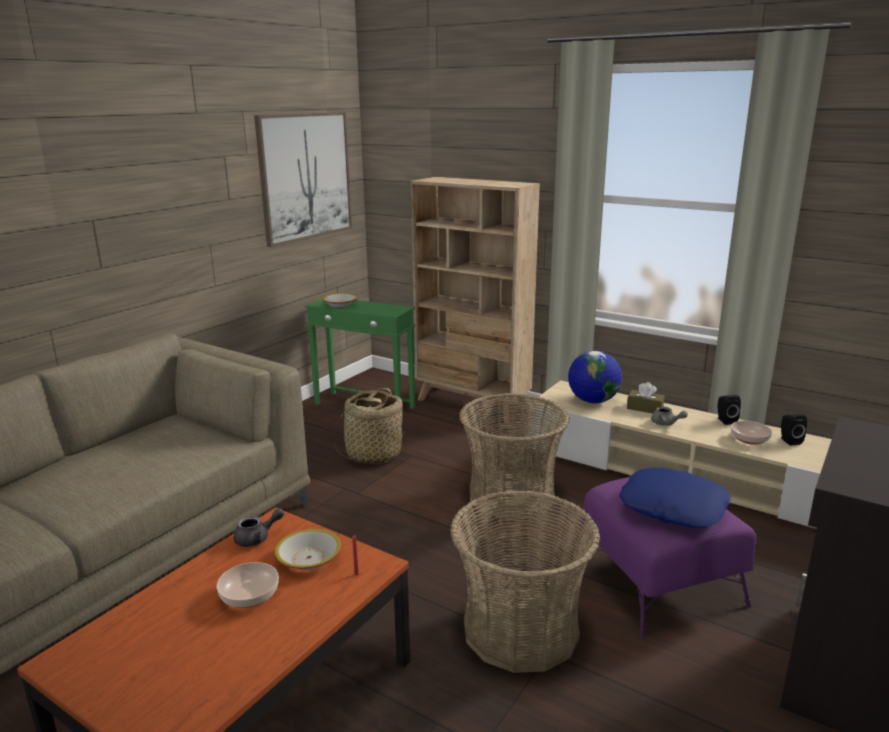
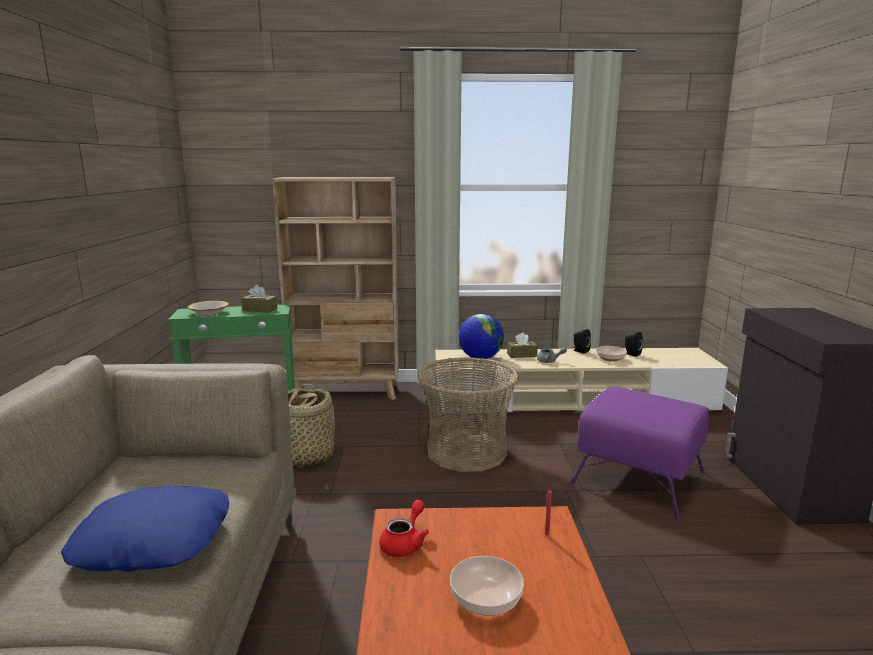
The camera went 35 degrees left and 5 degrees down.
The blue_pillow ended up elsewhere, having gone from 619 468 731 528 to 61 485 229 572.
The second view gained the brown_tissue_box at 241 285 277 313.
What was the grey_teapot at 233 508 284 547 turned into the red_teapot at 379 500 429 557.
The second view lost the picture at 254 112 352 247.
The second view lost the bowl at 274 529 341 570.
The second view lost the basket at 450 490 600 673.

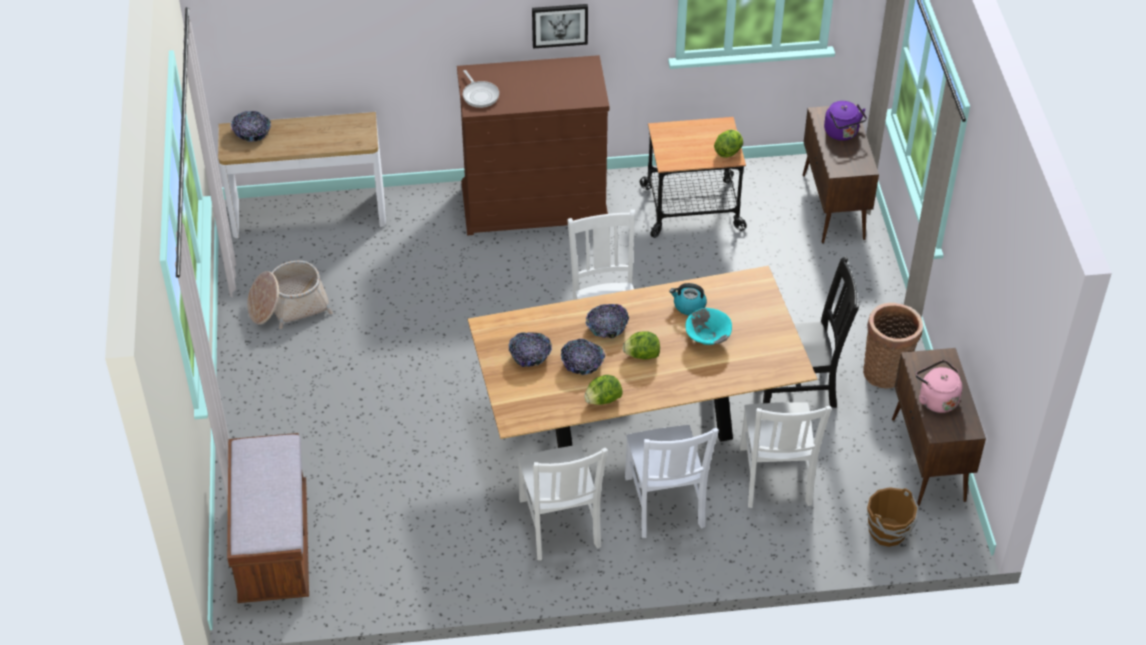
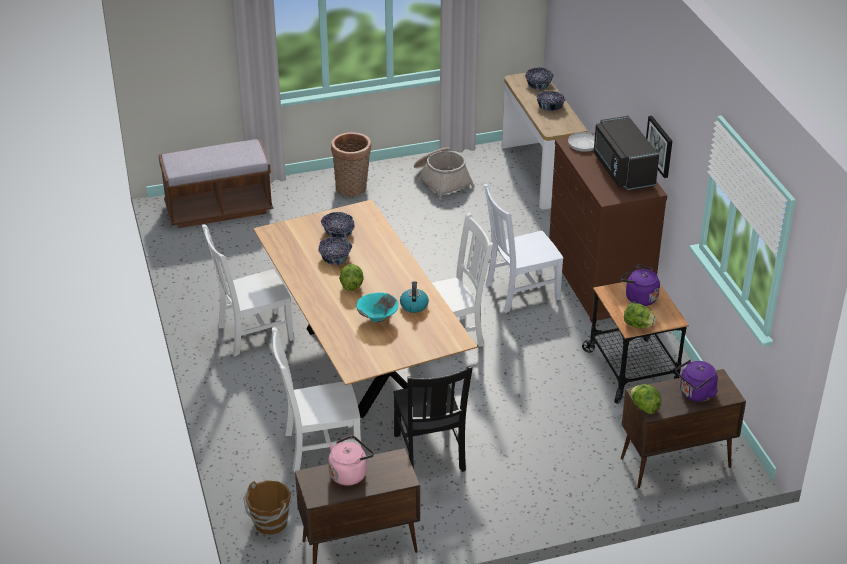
The camera went 80 degrees right and 10 degrees down.
The basket ended up elsewhere, having gone from 863 303 923 388 to 331 132 371 196.
The white_chair ended up elsewhere, having gone from 625 425 719 538 to 484 184 564 313.
The bowl ended up elsewhere, having gone from 585 304 629 338 to 536 91 566 111.
The second view gained the black_microwave at 594 116 659 190.
The second view gained the purple_kettle at 621 264 660 306.
The lettuce ended up elsewhere, having gone from 584 375 623 405 to 631 384 661 414.

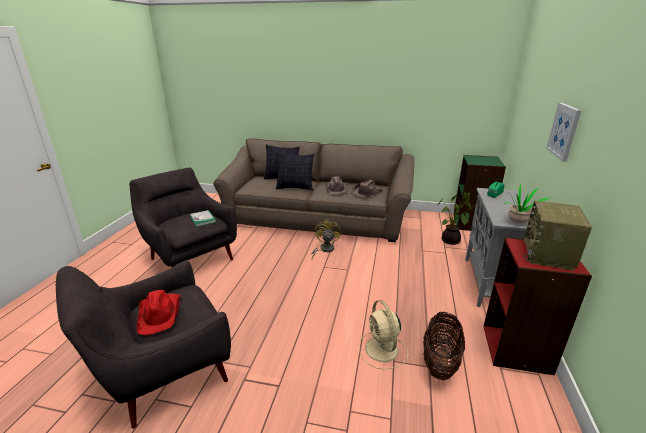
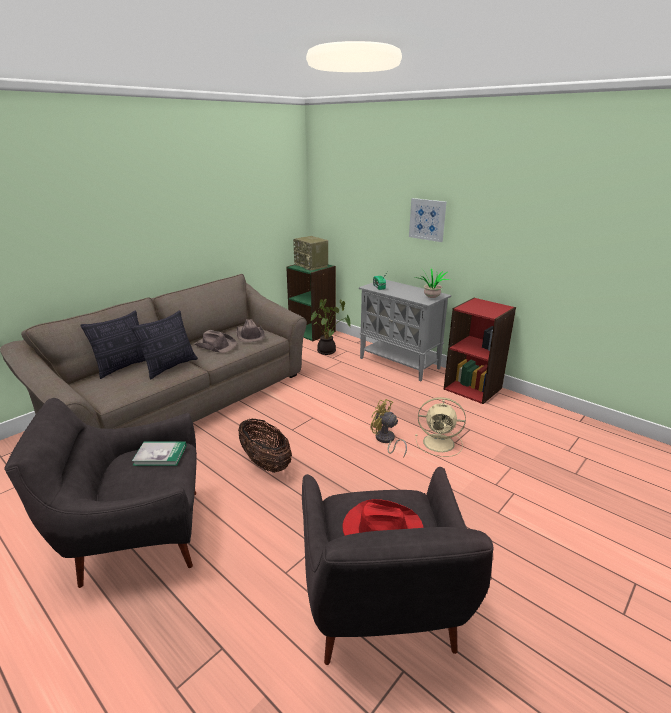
The camera went 60 degrees left and 0 degrees up.
The basket ended up elsewhere, having gone from 423 312 465 380 to 238 418 292 473.
The radio ended up elsewhere, having gone from 523 201 592 271 to 293 236 328 271.
The yellow_fan ended up elsewhere, having gone from 311 219 341 260 to 371 399 407 458.

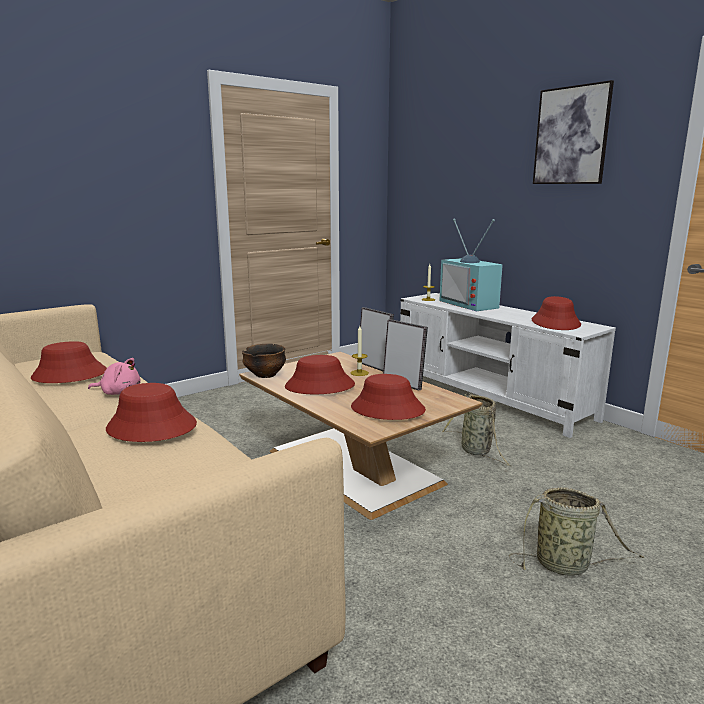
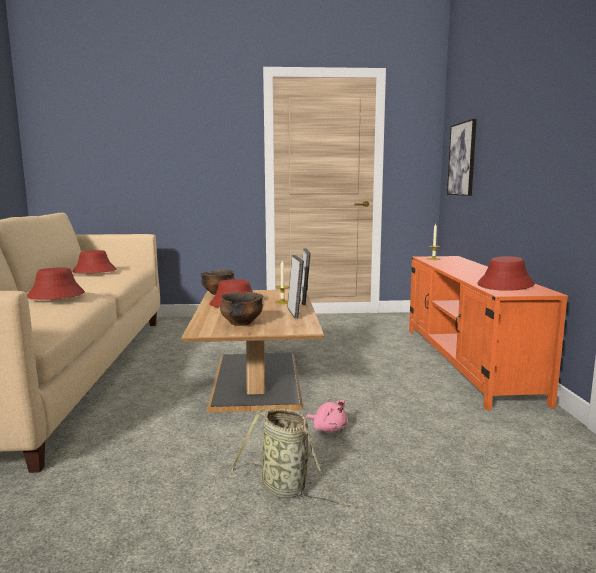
The camera went 35 degrees right and 5 degrees down.
Where the red_hat stood at 351 374 426 420, the bowl came to stand at 220 292 264 326.
The pink_plush_toy ended up elsewhere, having gone from 88 358 141 395 to 306 400 347 432.
What was the white_tv_stand at 400 293 616 438 turned into the orange_tv_stand at 409 256 568 410.
The picture ended up elsewhere, having gone from 533 80 614 184 to 447 119 477 196.
The second view lost the television at 440 219 503 311.
The second view lost the basket at 442 394 511 466.

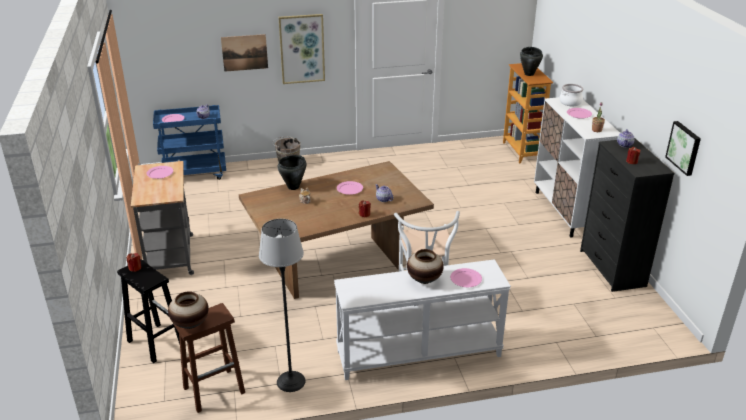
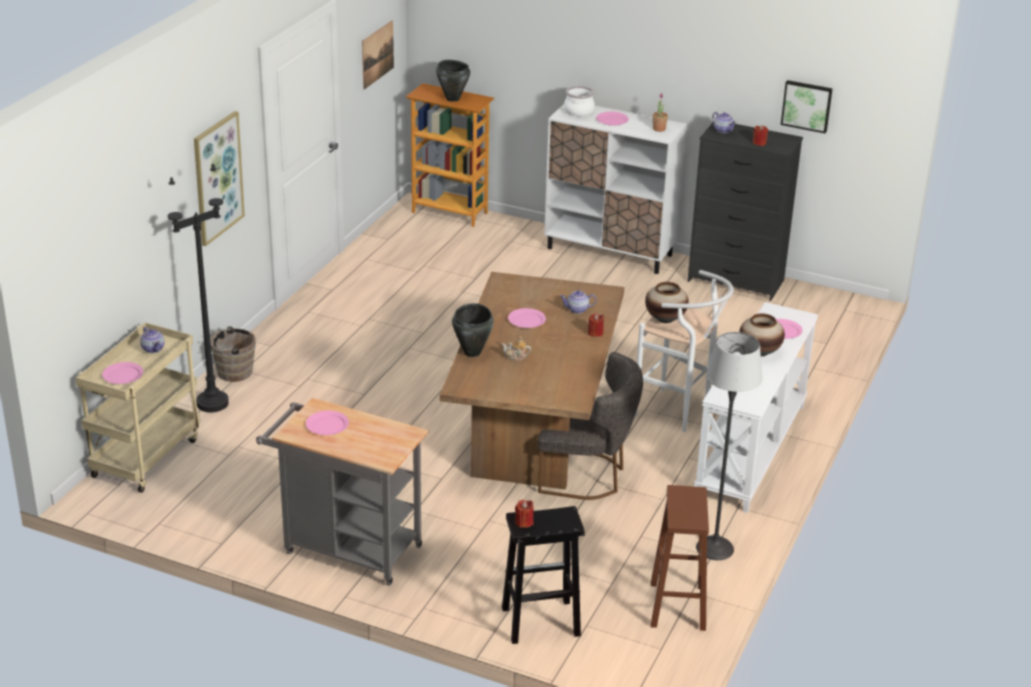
The camera went 55 degrees left and 0 degrees up.
What was the blue_cart at 153 105 226 180 turned into the beige_cart at 76 322 201 493.
The second view gained the black_floor_lamp at 168 164 229 412.
The picture ended up elsewhere, having gone from 221 34 268 72 to 362 20 394 90.
The second view gained the grey_chair at 538 352 643 500.
The vase ended up elsewhere, having gone from 168 291 209 329 to 645 282 689 323.

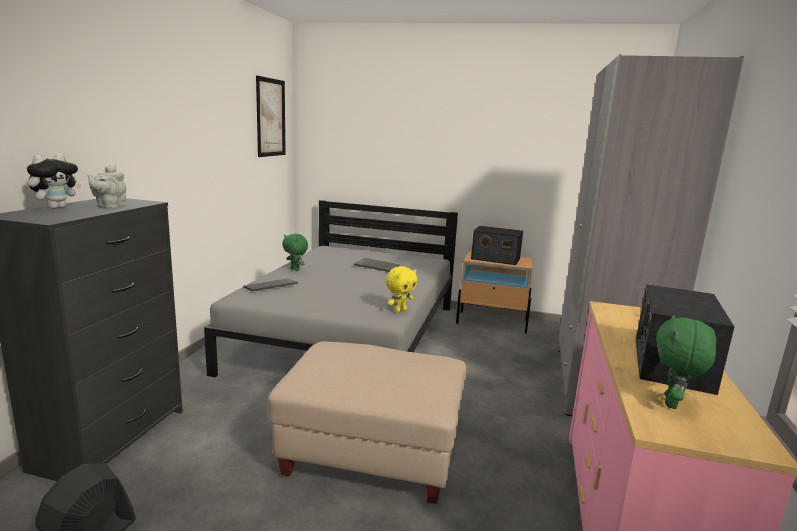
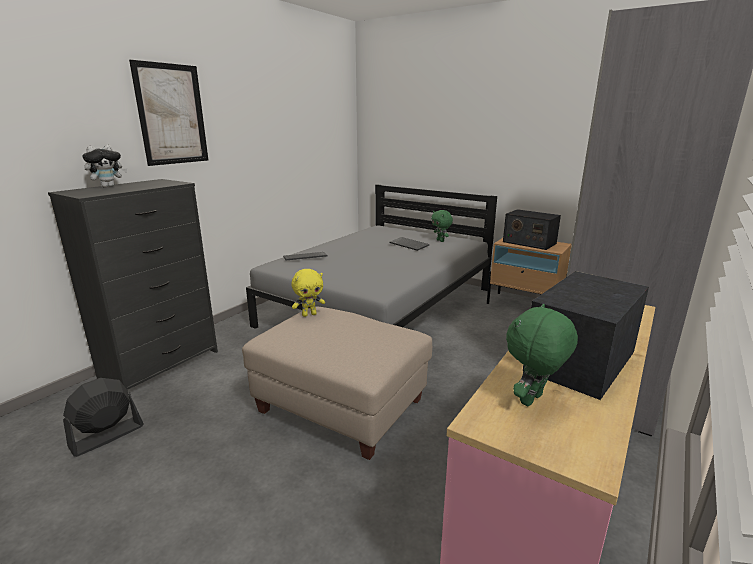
The camera went 20 degrees right and 5 degrees up.
The picture ended up elsewhere, having gone from 256 76 286 157 to 129 60 208 166.
The yellow_plush_toy ended up elsewhere, having gone from 386 266 417 313 to 292 269 325 317.
The green_plush_toy ended up elsewhere, having gone from 283 234 308 271 to 431 210 453 242.
The second view lost the grey_teapot at 88 165 126 209.

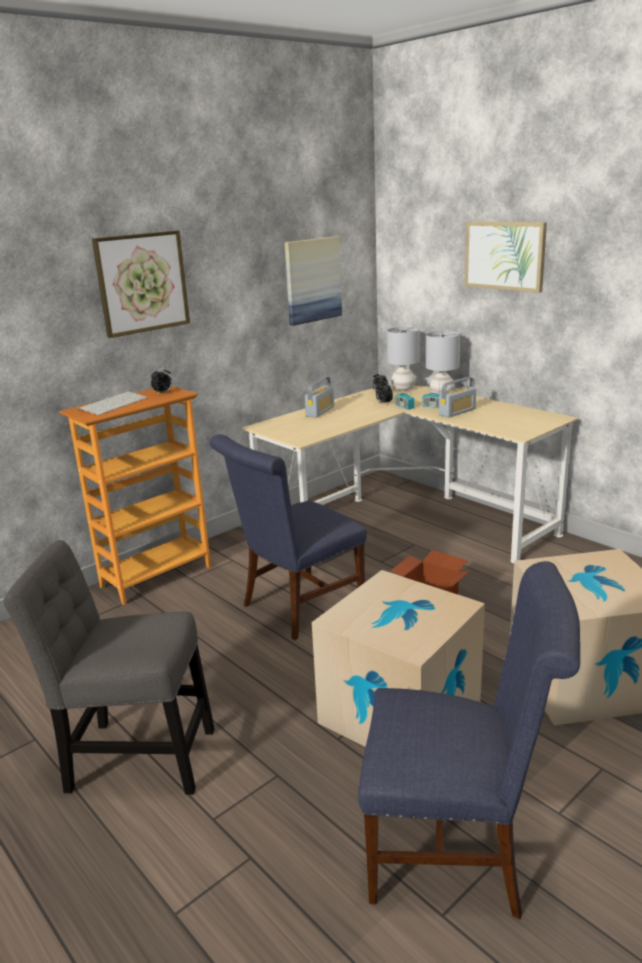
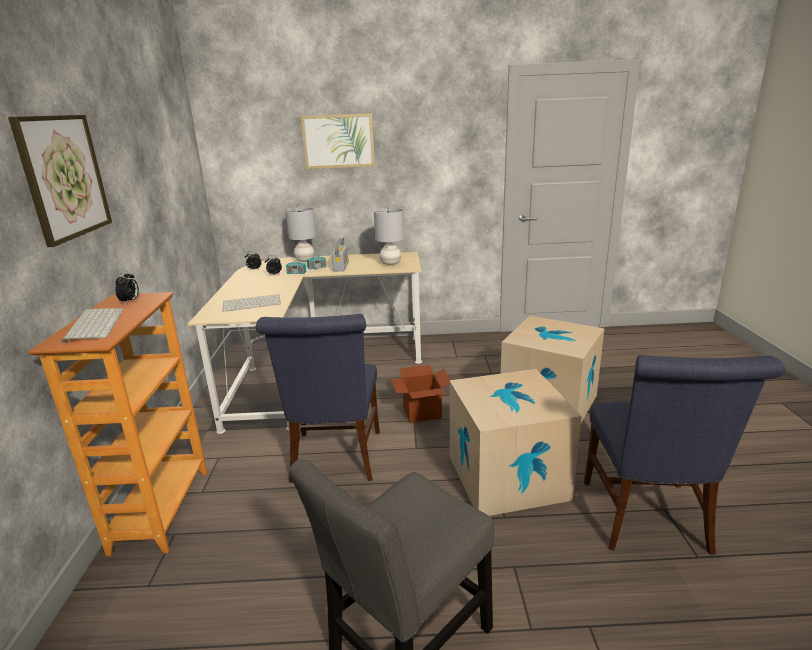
The camera went 50 degrees left and 0 degrees up.
The second view gained the keyboard at 223 294 281 312.
The grey_table_lamp ended up elsewhere, having gone from 387 327 420 391 to 374 208 404 265.
The blue_chair at 358 561 580 919 ended up facing another way, 135 degrees clockwise from before.
The second view lost the picture at 284 236 342 326.
The second view lost the radio at 305 377 334 417.

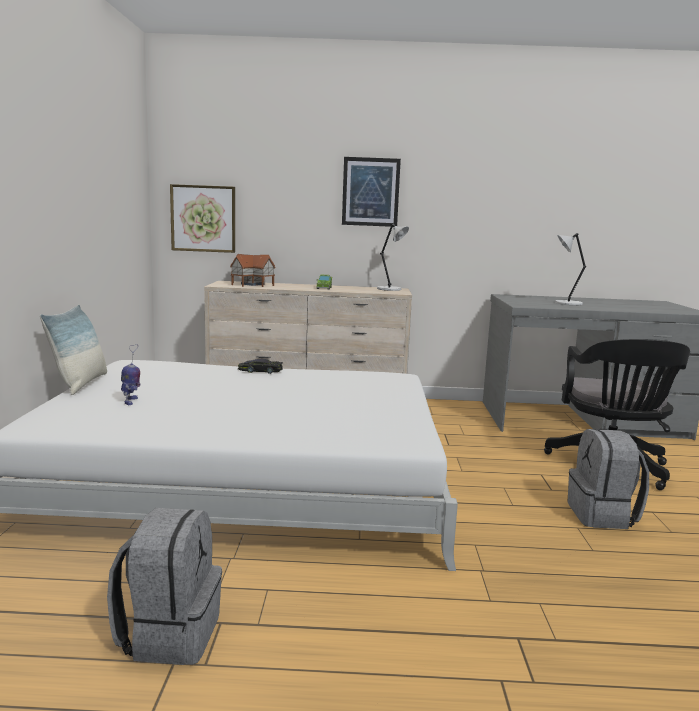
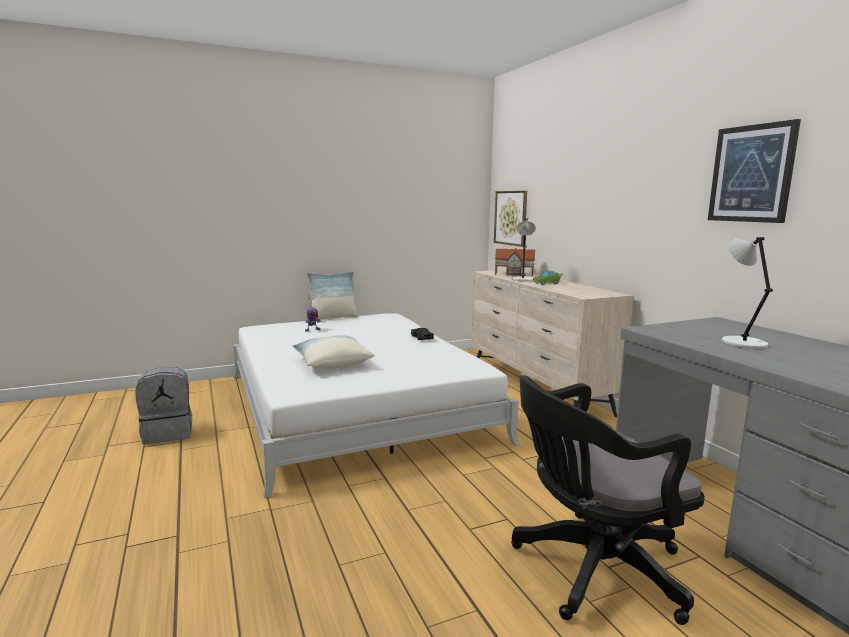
The camera went 65 degrees right and 0 degrees up.
The second view gained the pillow at 292 335 375 369.
The grey_table_lamp ended up elsewhere, having gone from 377 223 409 291 to 512 218 536 281.
The picture ended up elsewhere, having gone from 342 157 401 227 to 708 119 801 223.
The second view lost the grey_backpack at 567 429 649 529.

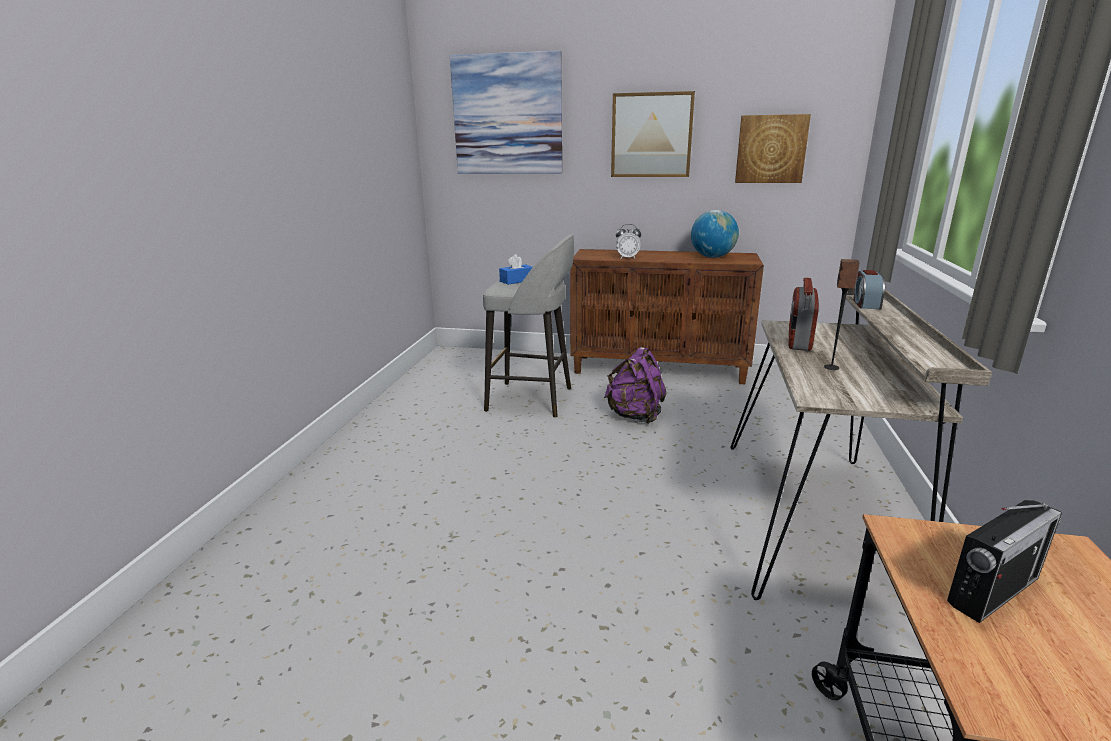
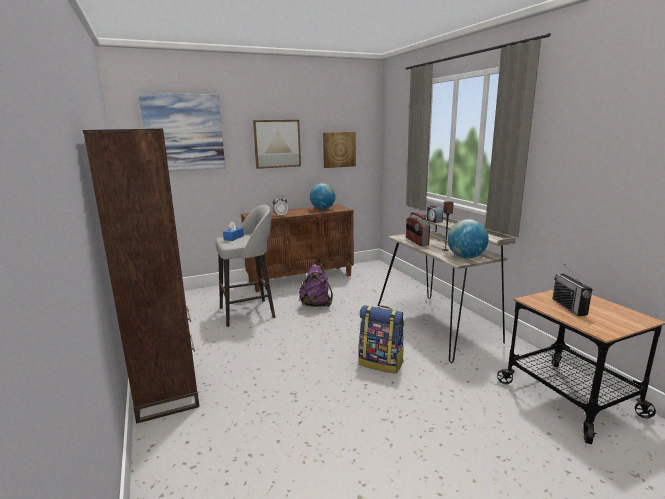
The camera went 35 degrees left and 5 degrees down.
The second view gained the brown_bookcase at 83 128 200 424.
The second view gained the backpack at 359 305 404 374.
The second view gained the globe at 447 219 489 258.
The radio at 947 500 1062 623 ended up facing another way, 150 degrees clockwise from before.

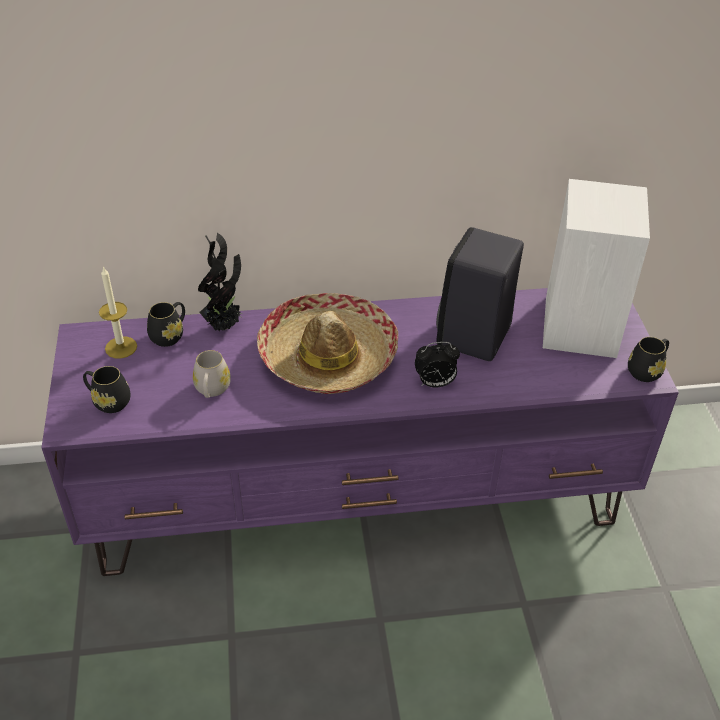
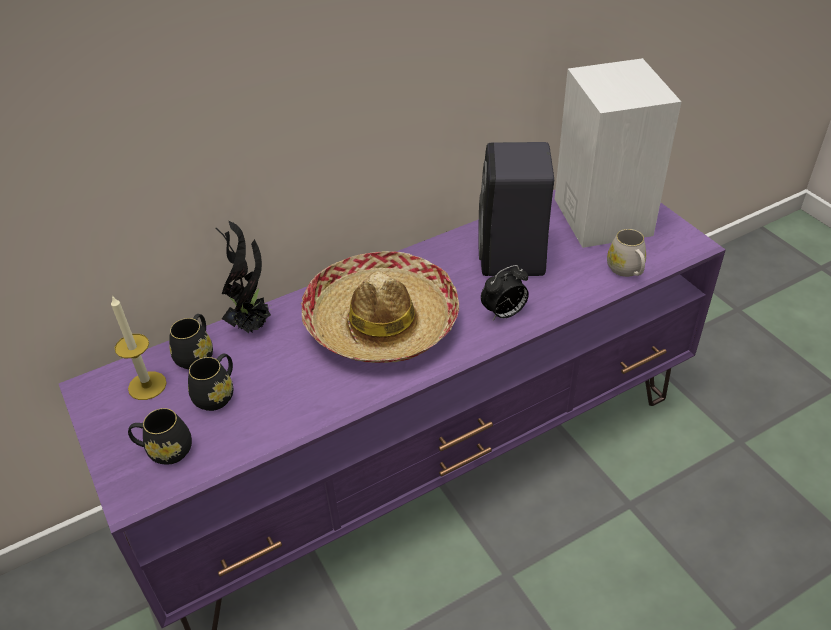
The camera went 20 degrees left and 0 degrees up.
The black_mug ended up elsewhere, having gone from 628 337 669 382 to 188 354 233 411.
The white_mug ended up elsewhere, having gone from 193 350 231 398 to 607 229 646 277.

